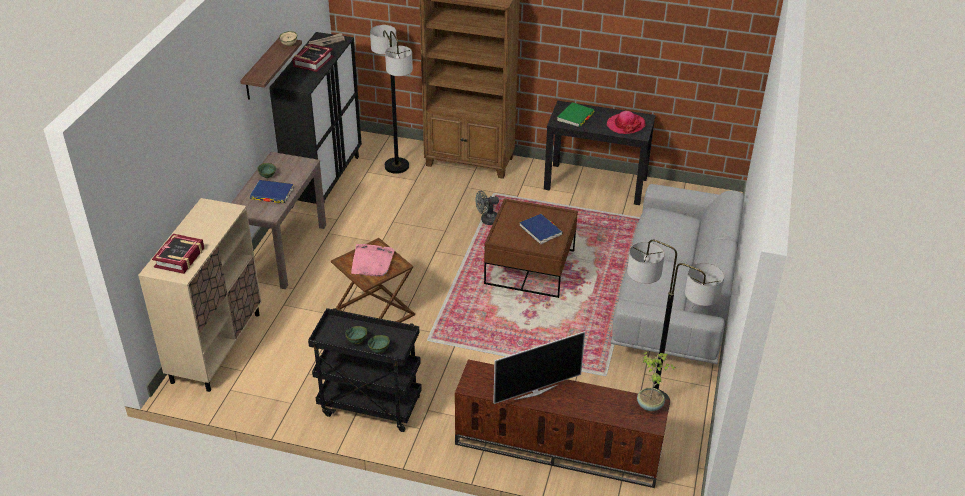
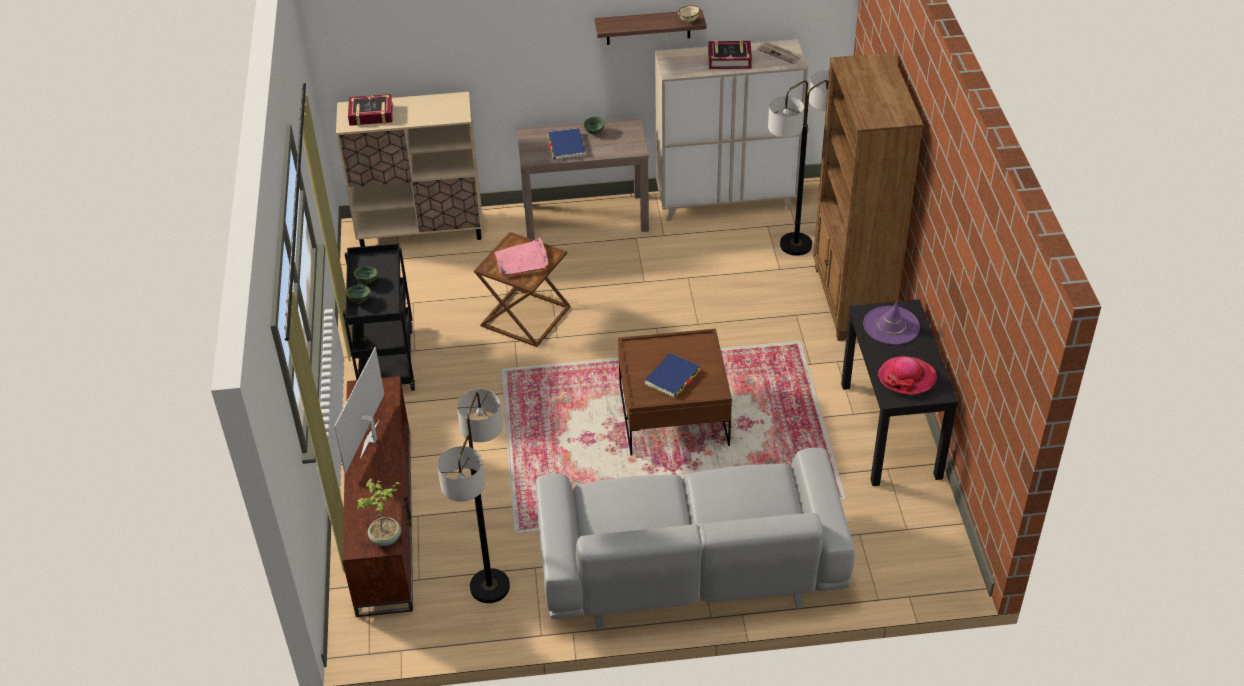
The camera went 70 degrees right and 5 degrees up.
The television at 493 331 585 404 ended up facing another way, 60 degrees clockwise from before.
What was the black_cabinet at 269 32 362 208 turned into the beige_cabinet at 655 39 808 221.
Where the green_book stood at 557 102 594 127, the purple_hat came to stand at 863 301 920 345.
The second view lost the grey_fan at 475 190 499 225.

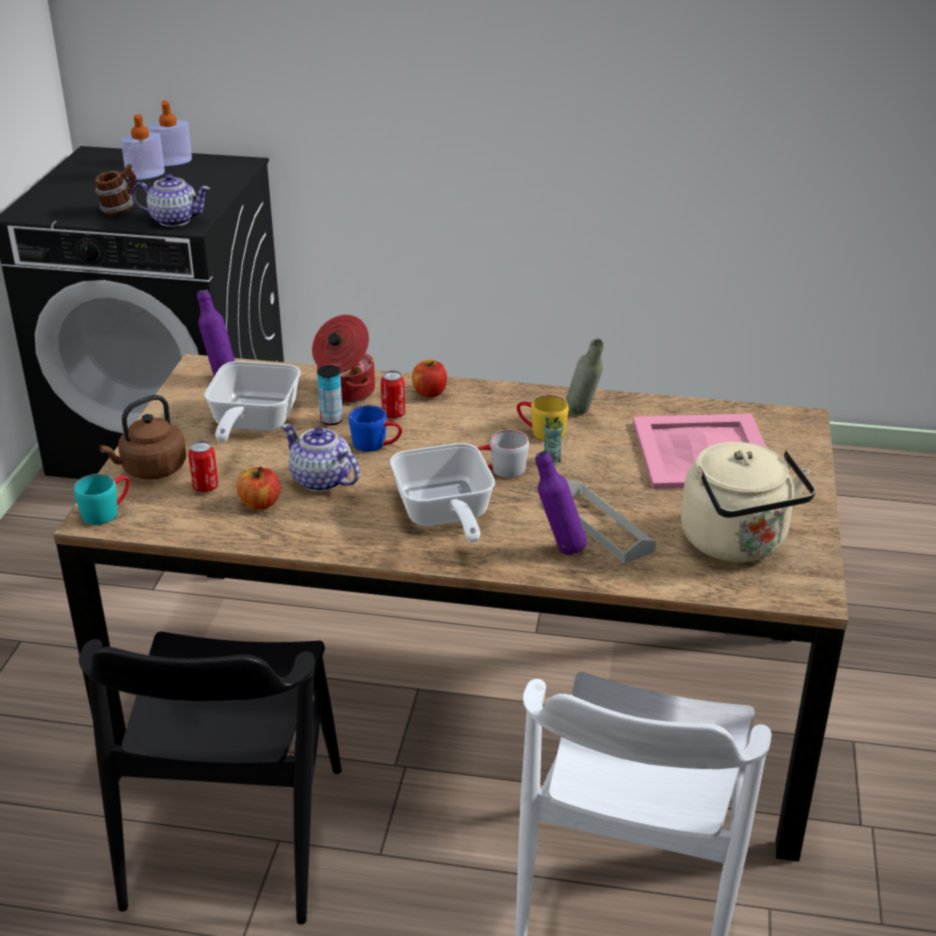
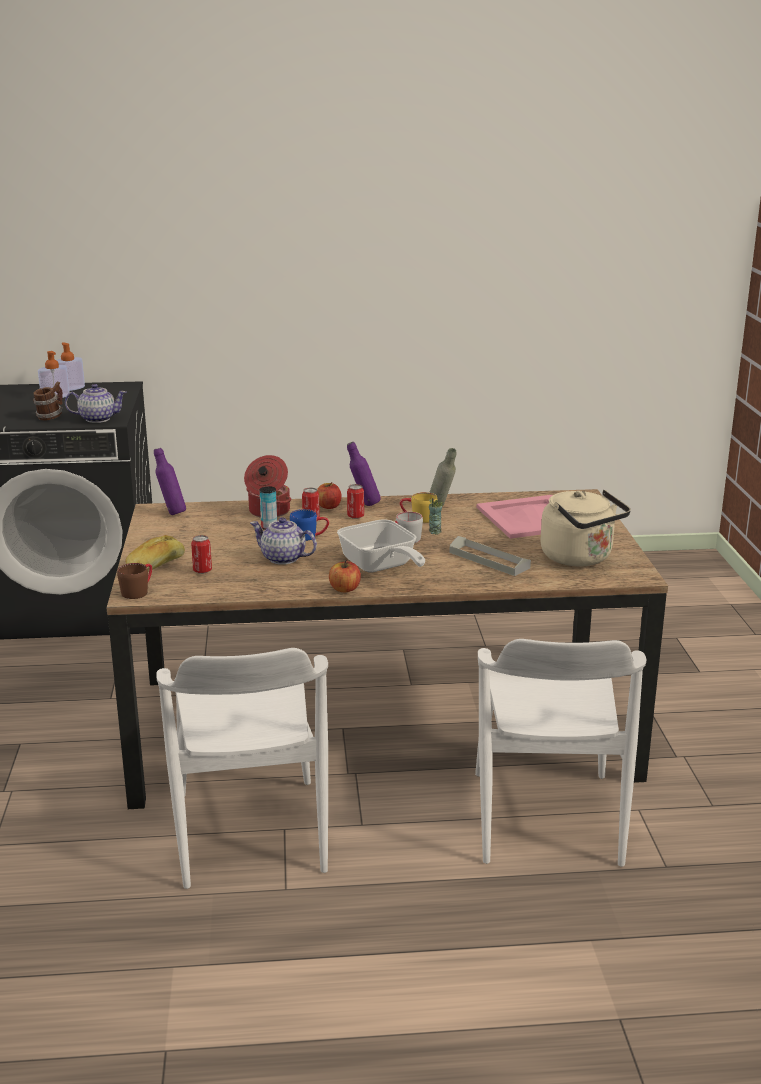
The camera went 15 degrees left and 10 degrees down.
What was the turquoise_mug at 74 474 130 525 turned into the brown_mug at 117 563 152 599.
Where the brown_kettle stood at 99 395 186 480, the bread came to stand at 125 535 185 572.
What was the black_chair at 79 632 342 925 turned into the white_chair at 156 648 328 889.
The apple ended up elsewhere, having gone from 237 466 280 510 to 329 560 361 593.
The purple_bottle ended up elsewhere, having gone from 535 451 587 555 to 347 442 381 506.
The second view gained the can at 347 484 364 519.
The second view lost the frying_pan at 204 361 301 443.

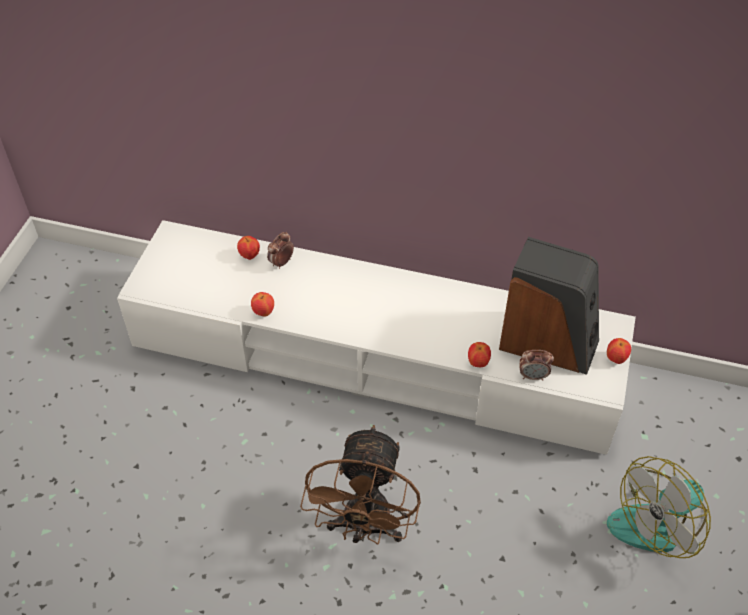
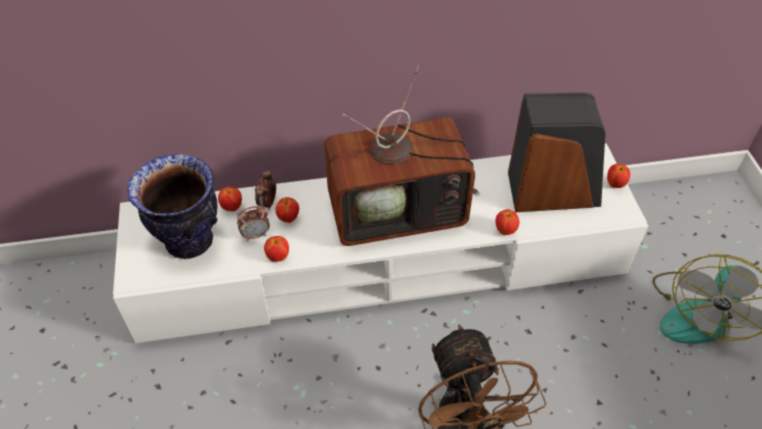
The camera went 25 degrees left and 0 degrees up.
The second view gained the vase at 127 154 217 259.
The alarm_clock ended up elsewhere, having gone from 519 350 554 381 to 237 206 270 241.
The second view gained the apple at 275 197 299 223.
The second view gained the television at 324 66 479 246.

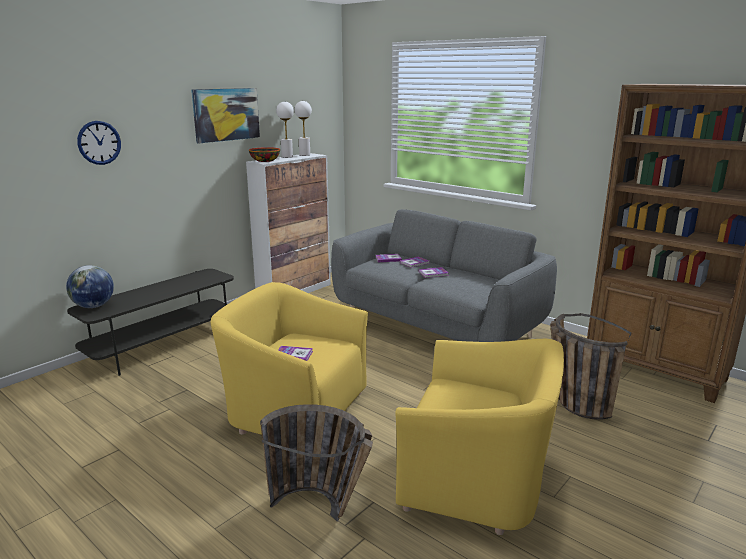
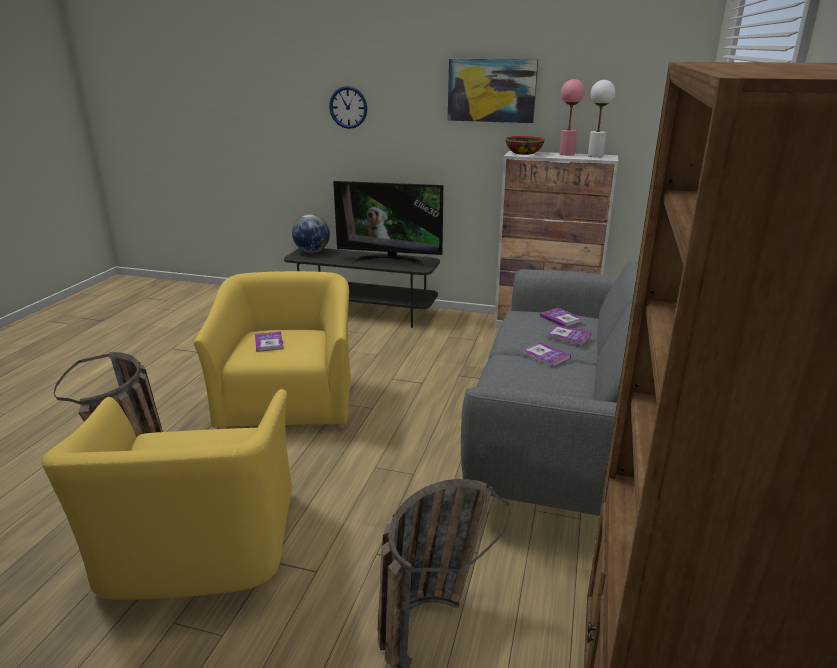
The camera went 65 degrees right and 5 degrees up.
The second view gained the television at 333 181 443 267.
What was the white_table_lamp at 276 102 294 158 turned into the pink_table_lamp at 559 79 585 155.

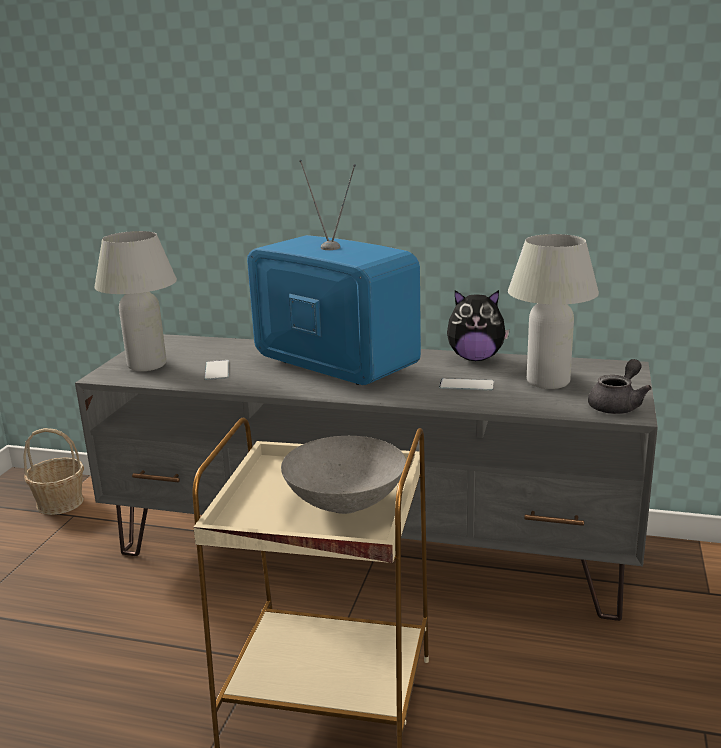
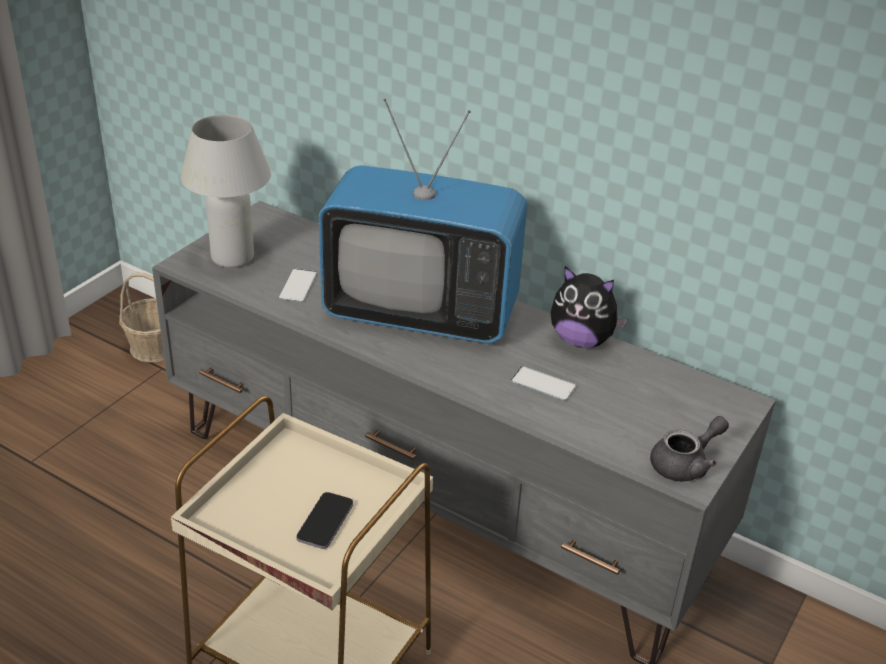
The camera went 15 degrees right and 15 degrees up.
Where the grey_bowl stood at 281 436 406 514, the phone came to stand at 296 492 353 549.
The television at 247 160 421 385 ended up facing another way, 135 degrees clockwise from before.
The second view lost the white_table_lamp at 508 234 599 389.

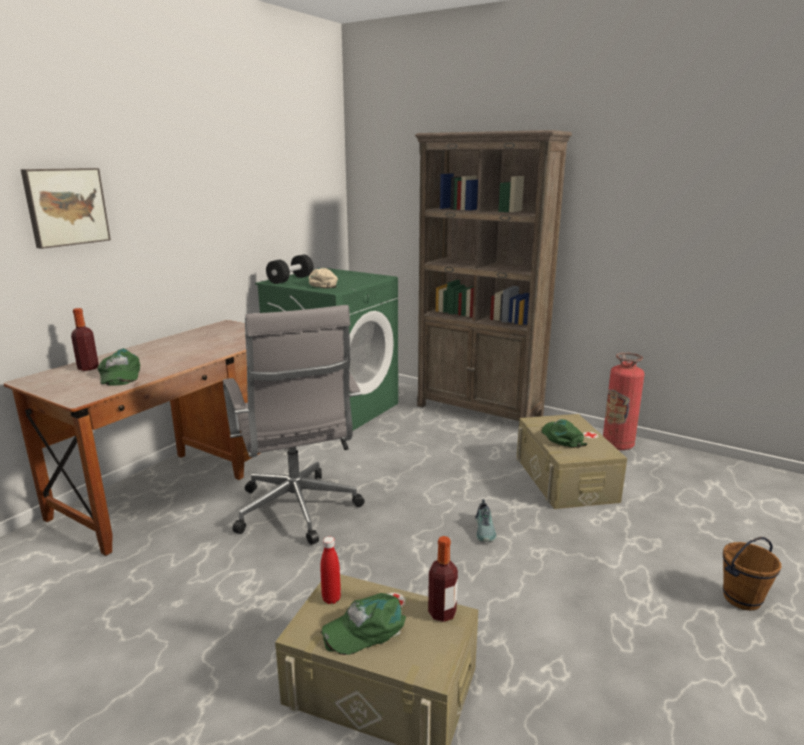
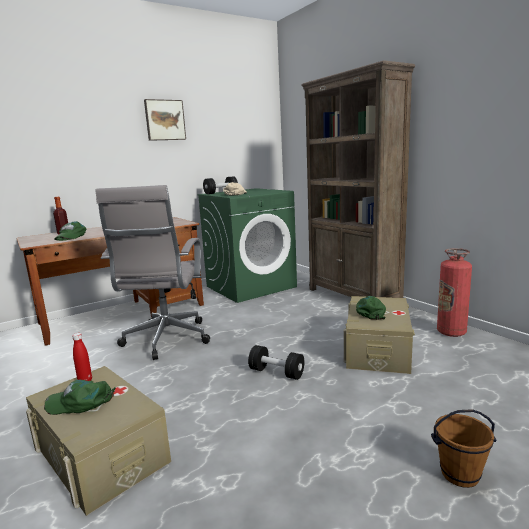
The camera went 25 degrees right and 5 degrees down.
The picture ended up elsewhere, having gone from 21 168 111 249 to 144 99 186 141.
Where the shoe stood at 475 499 497 542, the black_dumbbell came to stand at 248 345 304 380.
The second view lost the bottle at 428 536 458 622.

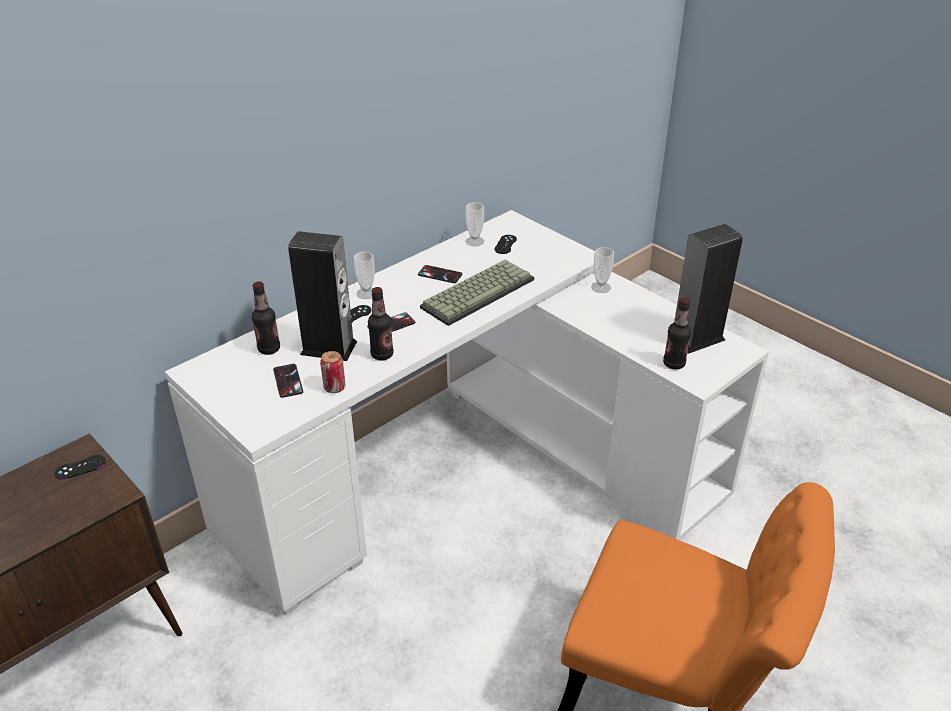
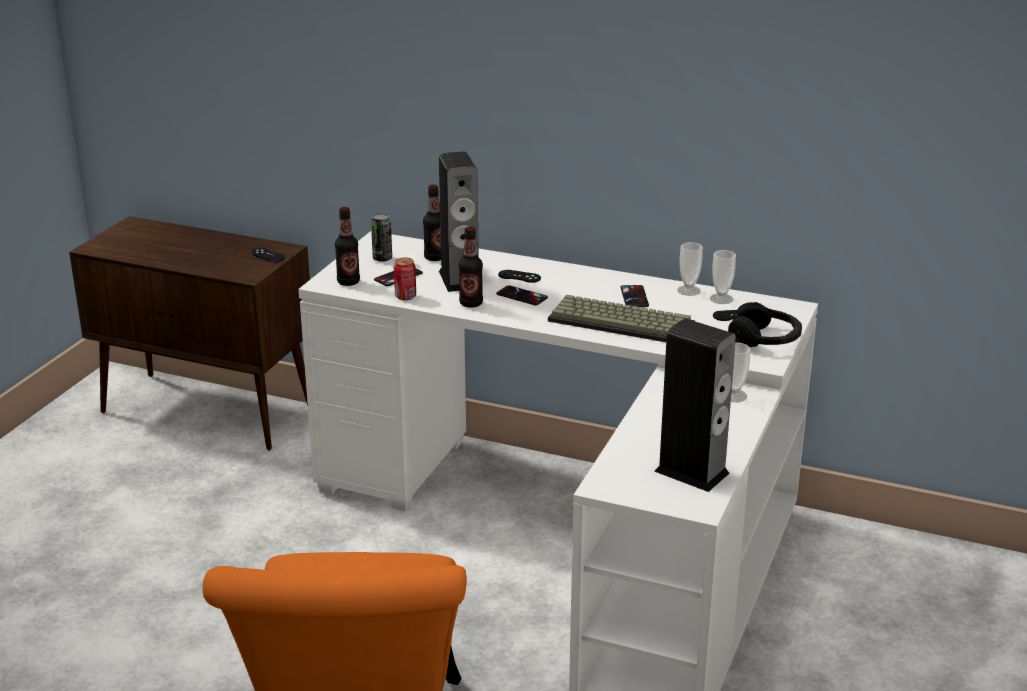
The camera went 65 degrees right and 10 degrees down.
The bottle ended up elsewhere, having gone from 663 297 691 370 to 335 207 360 286.
The second view gained the can at 371 213 392 262.
The cup ended up elsewhere, having gone from 354 252 375 299 to 677 242 703 296.
The second view gained the black_headphones at 728 302 802 347.

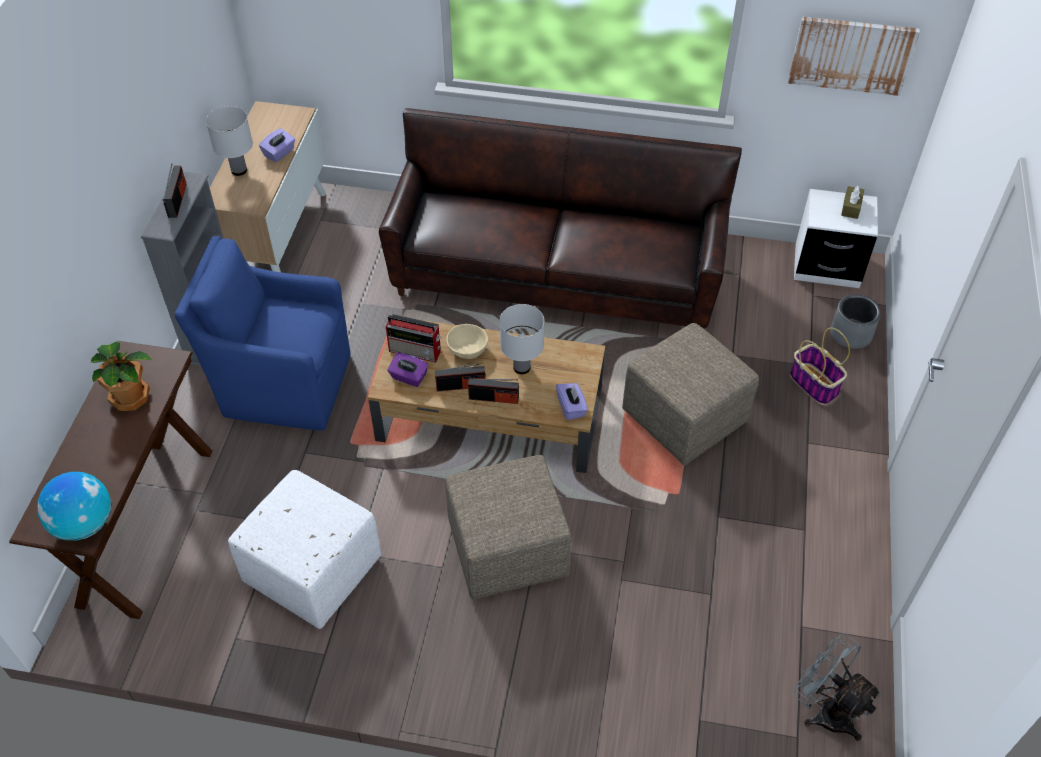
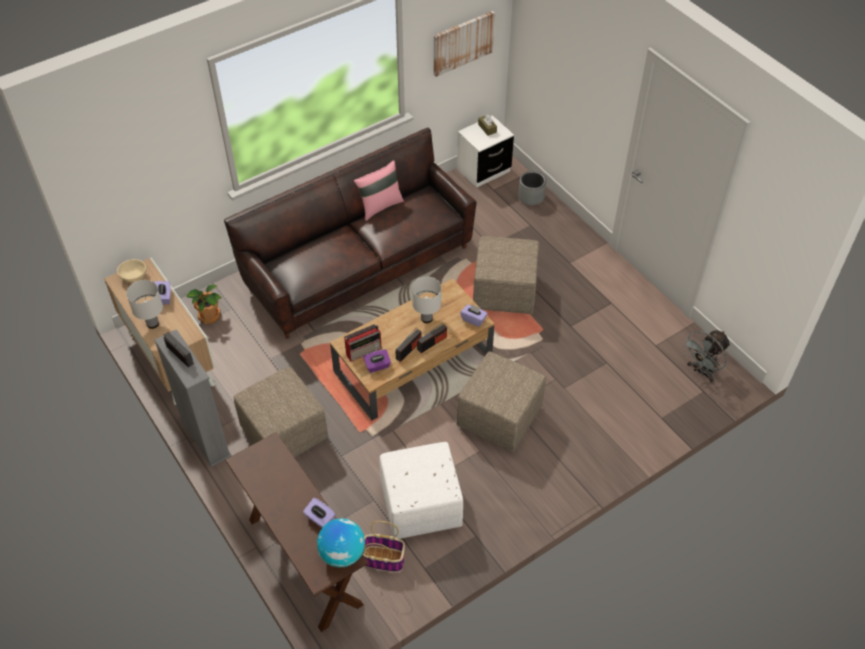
The camera went 45 degrees left and 0 degrees up.
The beige_bowl ended up elsewhere, having gone from 446 324 488 359 to 117 259 146 282.
The potted_plant ended up elsewhere, having gone from 91 342 152 411 to 186 284 222 324.
Where the blue_armchair stood at 174 236 350 430, the beige_ottoman came to stand at 234 367 328 457.
The second view gained the purple_tissue_box at 303 498 336 528.
The second view gained the pink_pillow at 354 160 404 221.
The basket ended up elsewhere, having gone from 790 327 850 405 to 363 521 405 572.
The grey_fan at 793 633 882 741 ended up facing another way, 45 degrees counterclockwise from before.

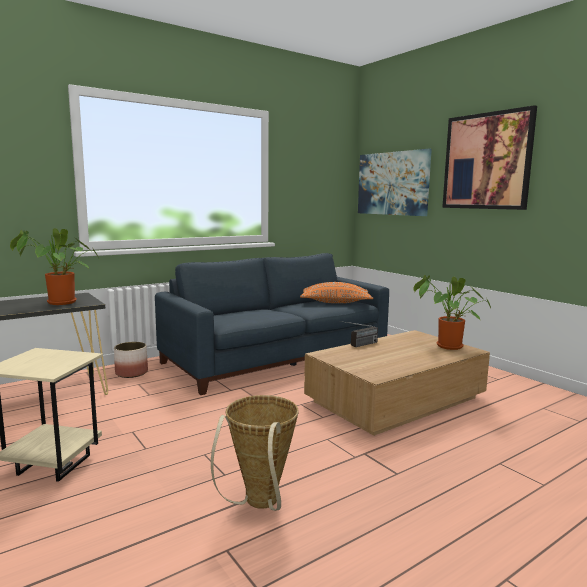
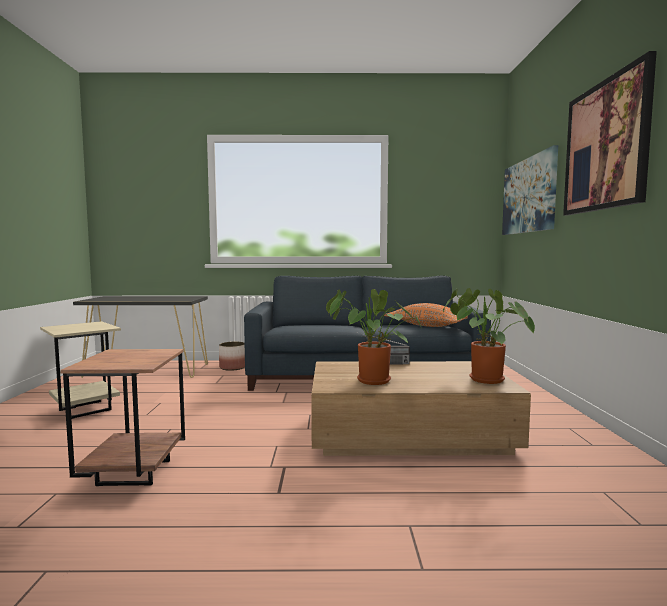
The camera went 35 degrees right and 5 degrees down.
Where the basket stood at 211 395 299 511, the brown_side_table came to stand at 60 349 185 486.
The potted_plant ended up elsewhere, having gone from 10 228 98 305 to 326 289 422 385.

